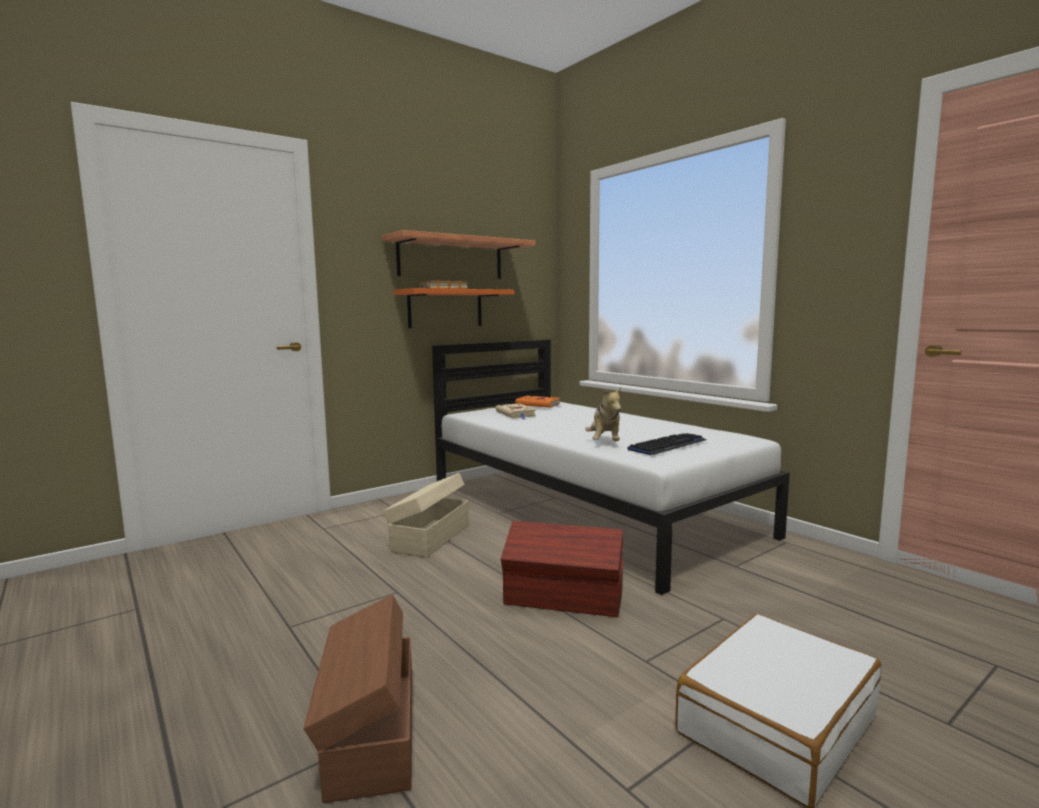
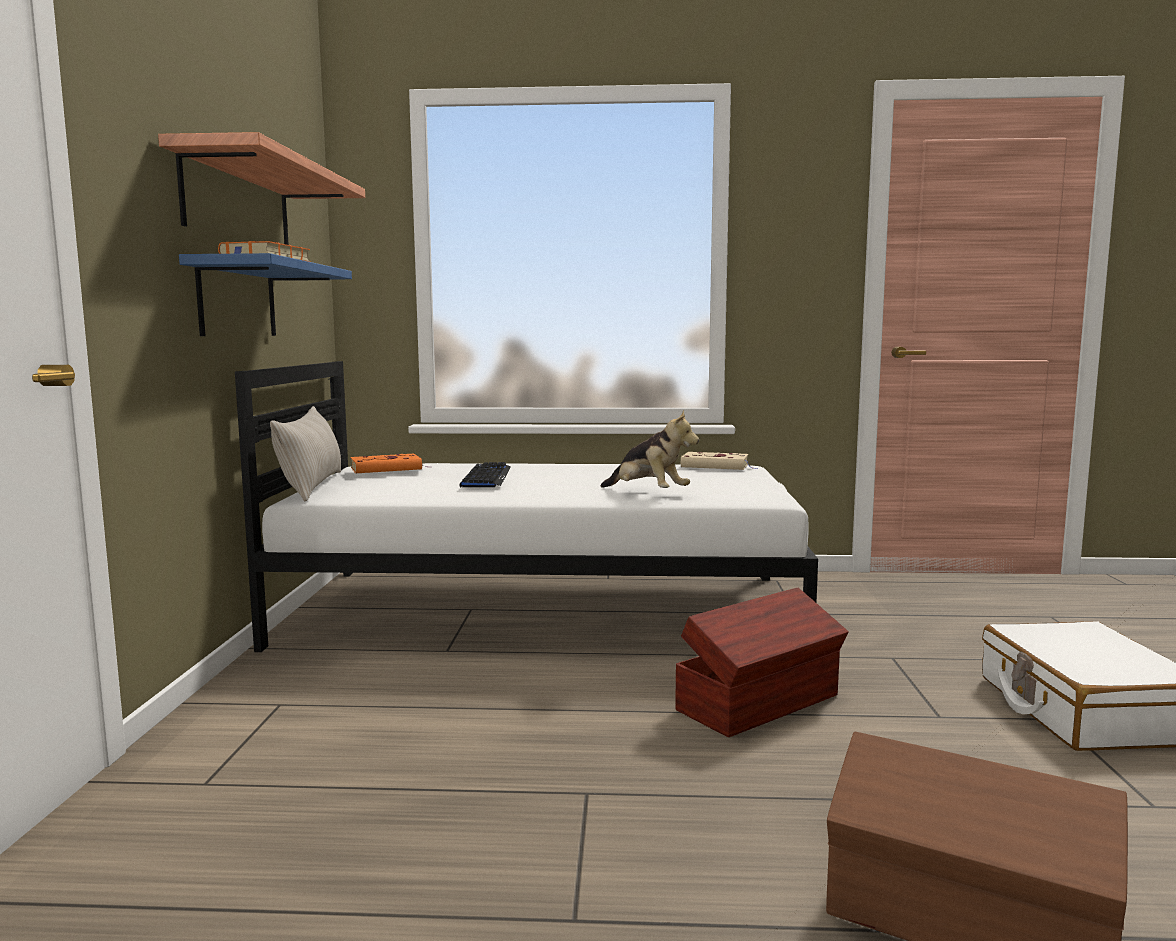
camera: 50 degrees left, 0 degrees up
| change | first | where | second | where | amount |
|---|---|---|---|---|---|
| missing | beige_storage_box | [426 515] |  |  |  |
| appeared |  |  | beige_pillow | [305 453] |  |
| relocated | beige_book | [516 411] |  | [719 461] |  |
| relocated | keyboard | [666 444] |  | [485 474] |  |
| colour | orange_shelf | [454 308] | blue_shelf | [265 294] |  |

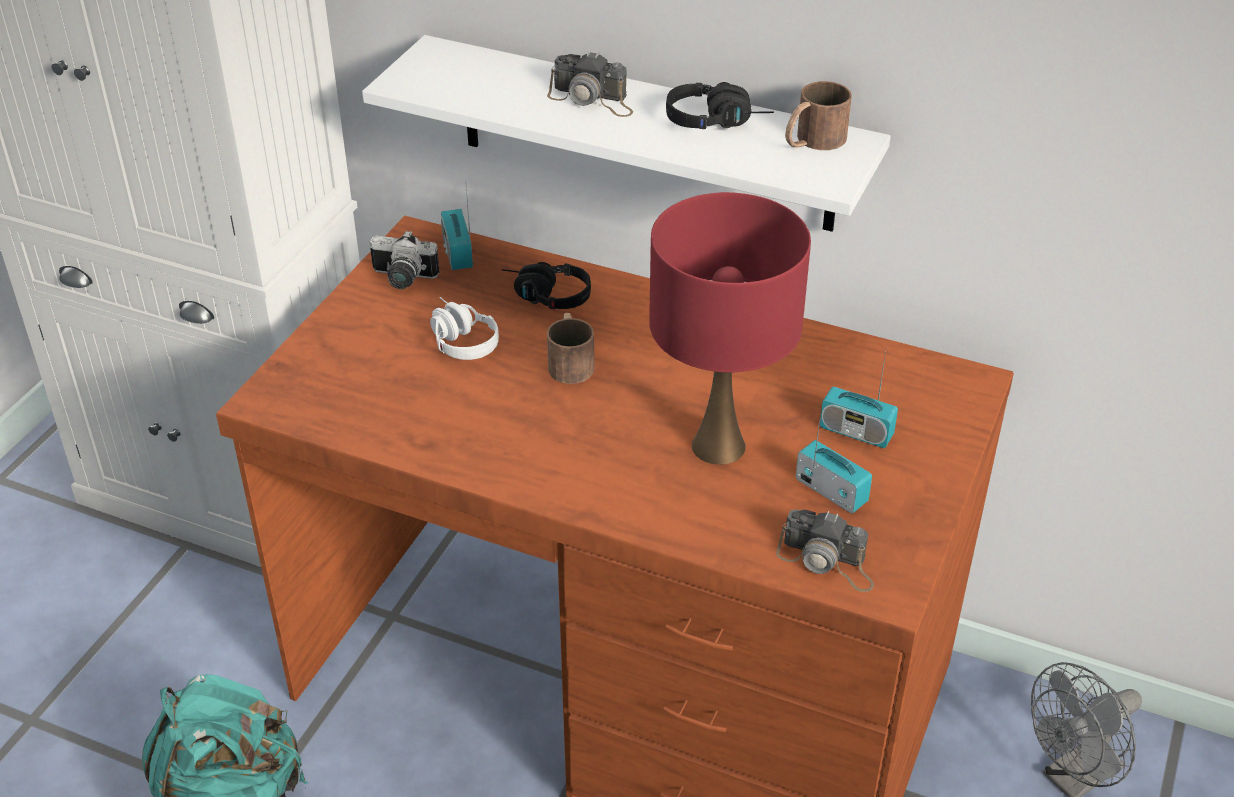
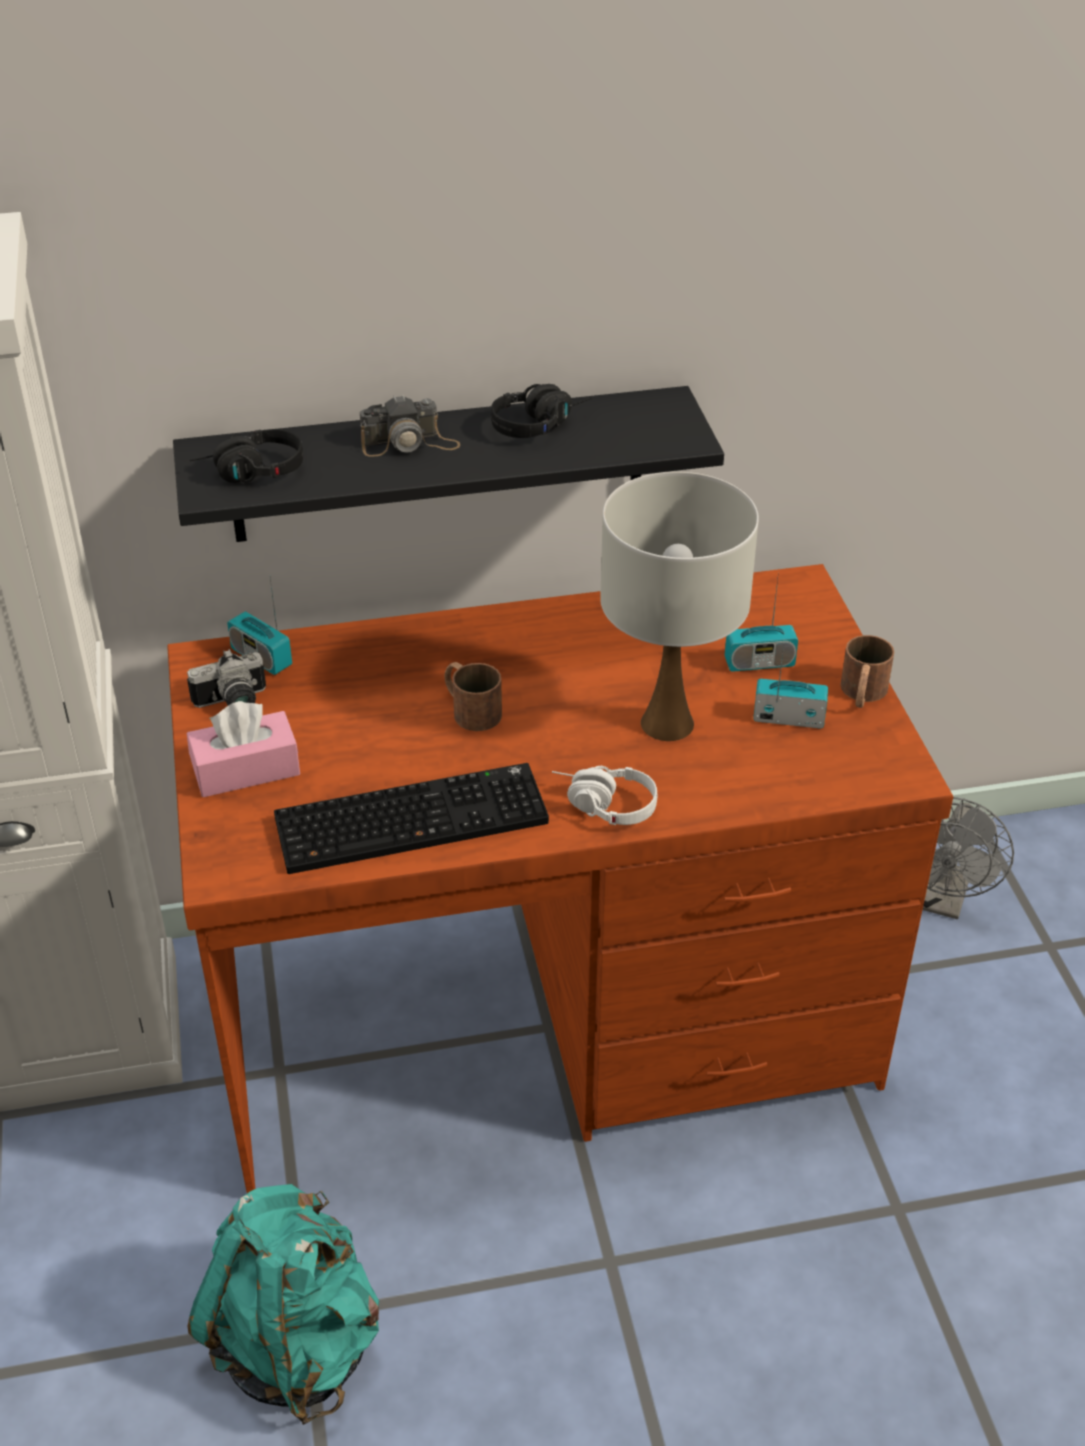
camera: 35 degrees left, 0 degrees up
| change | first | where | second | where | amount |
|---|---|---|---|---|---|
| missing | photo_camera | [825 550] |  |  |  |
| appeared |  |  | pink_tissue_box | [243 749] |  |
| appeared |  |  | keyboard | [411 818] |  |
| relocated | white_headphones | [464 328] |  | [604 795] |  |
| relocated | black_headphones | [546 285] |  | [246 456] |  |
| relocated | brown_mug | [818 115] |  | [867 671] |  |
| colour | white_shelf | [626 133] | black_shelf | [448 464] |  |
| colour | red_table_lamp | [730 328] | white_table_lamp | [679 606] |  |

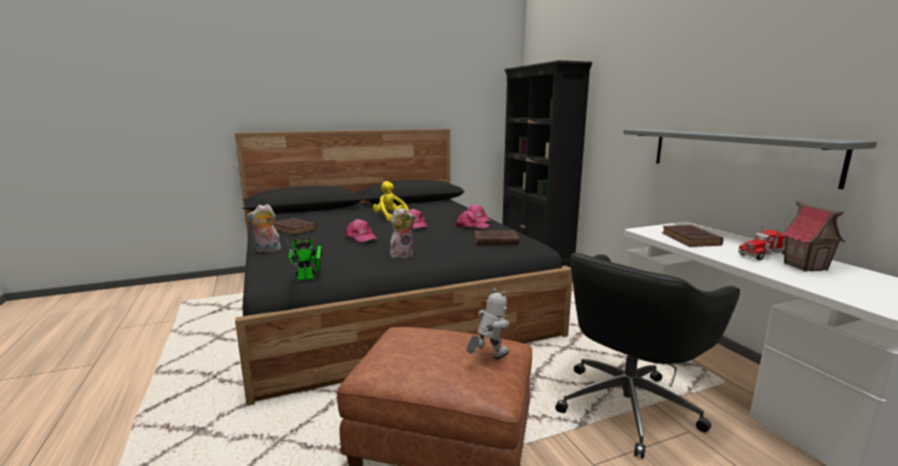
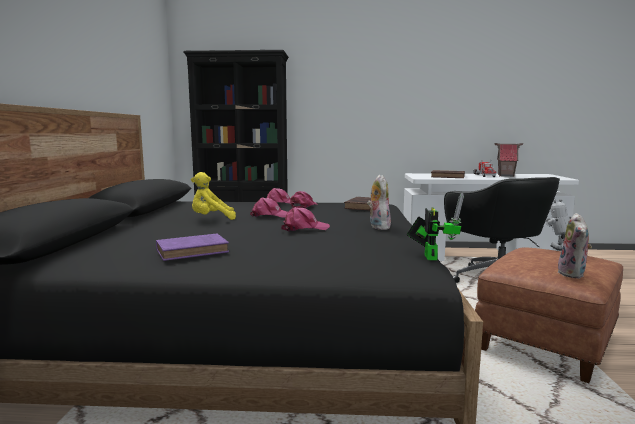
camera: 65 degrees left, 5 degrees down
| change | first | where | second | where | amount |
|---|---|---|---|---|---|
| missing | grey_shelf | [750 159] |  |  |  |
| relocated | plush_toy | [264 228] |  | [575 246] |  |
| colour | brown_book | [295 226] | purple_book | [192 247] |  |

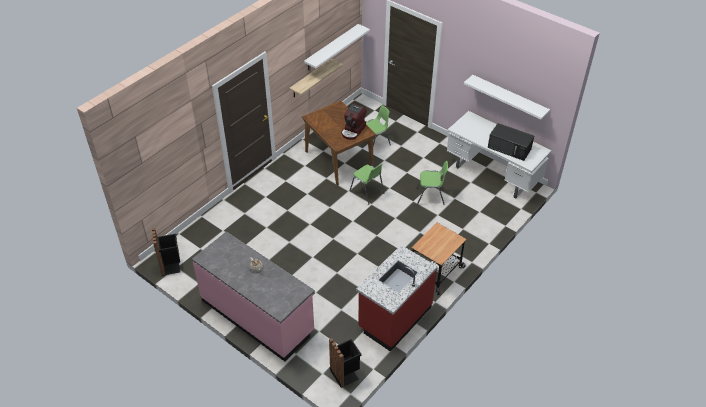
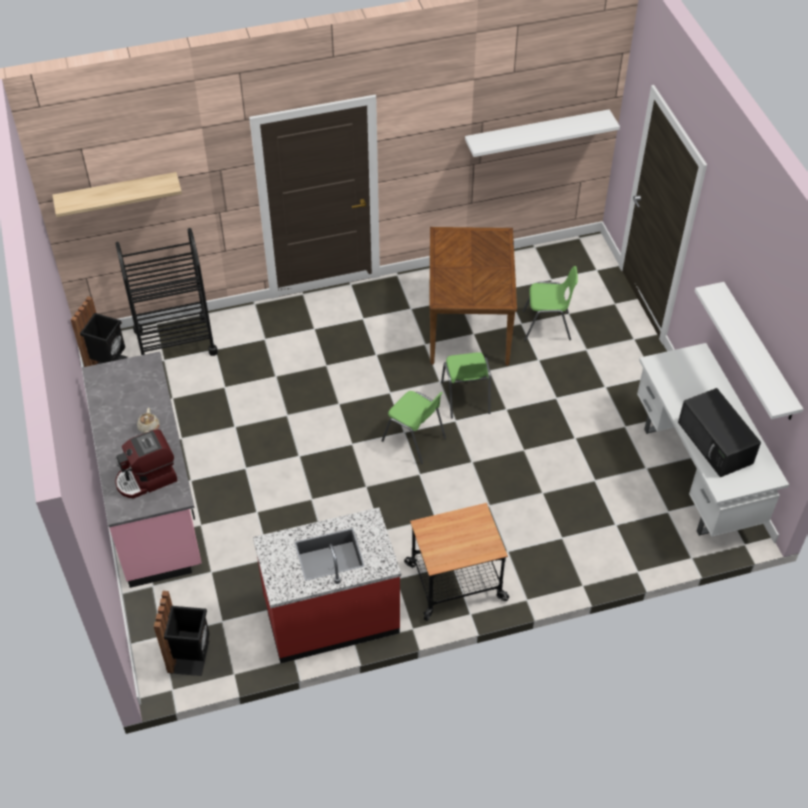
camera: 35 degrees right, 5 degrees up
| change | first | where | second | where | amount |
|---|---|---|---|---|---|
| appeared |  |  | black_cart | [167 292] |  |
| relocated | shelf | [316 78] |  | [117 194] |  |
| relocated | coffee_machine | [354 121] |  | [146 464] |  |
| relocated | green_chair | [432 183] |  | [413 427] |  |

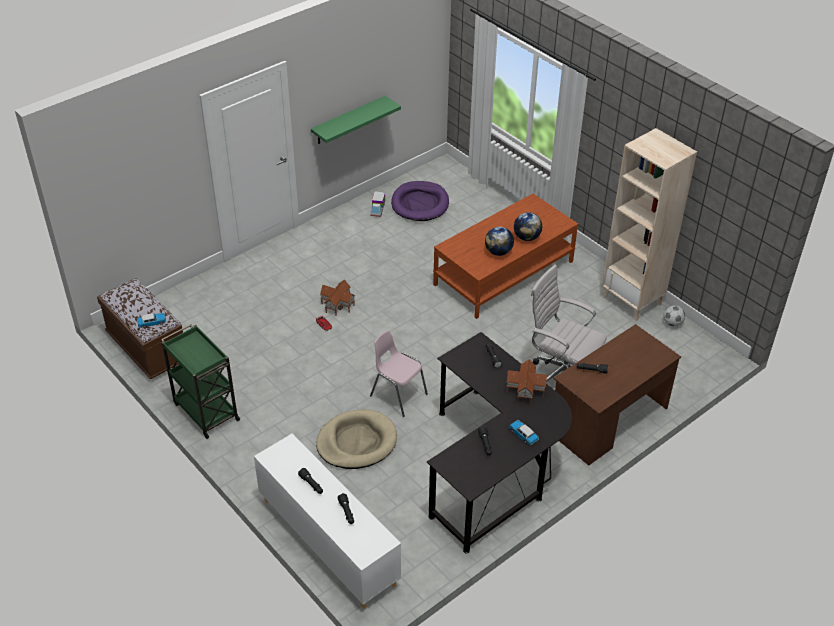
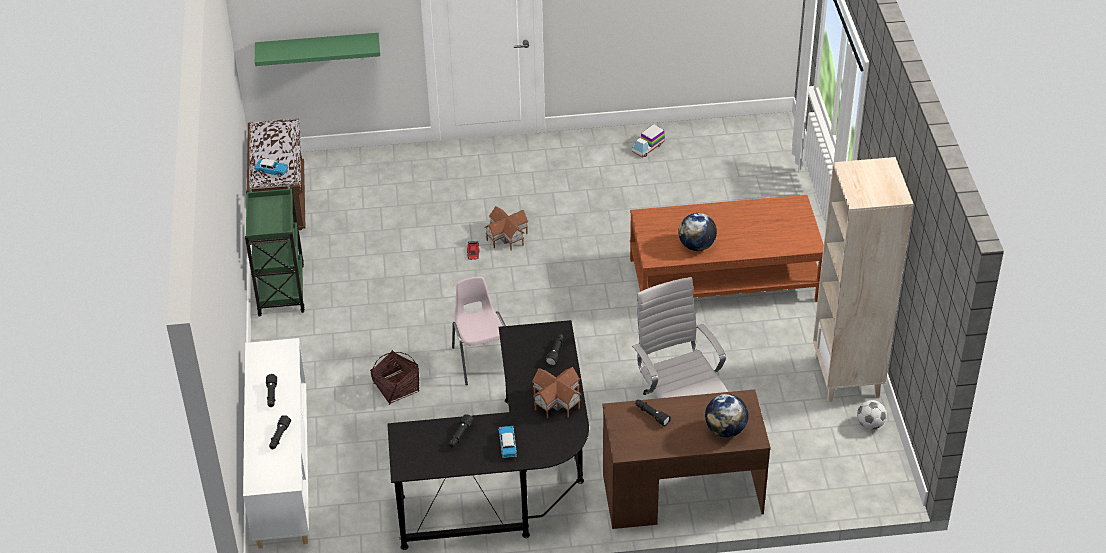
camera: 35 degrees right, 0 degrees up
| change | first | where | second | where | amount |
|---|---|---|---|---|---|
| missing | purple_dog_bed | [420 201] |  |  |  |
| relocated | green_shelf | [356 120] |  | [317 49] |  |
| relocated | globe | [528 226] |  | [727 415] |  |
| exchanged | beige_dog_bed | [356 439] | basket | [394 377] |  |

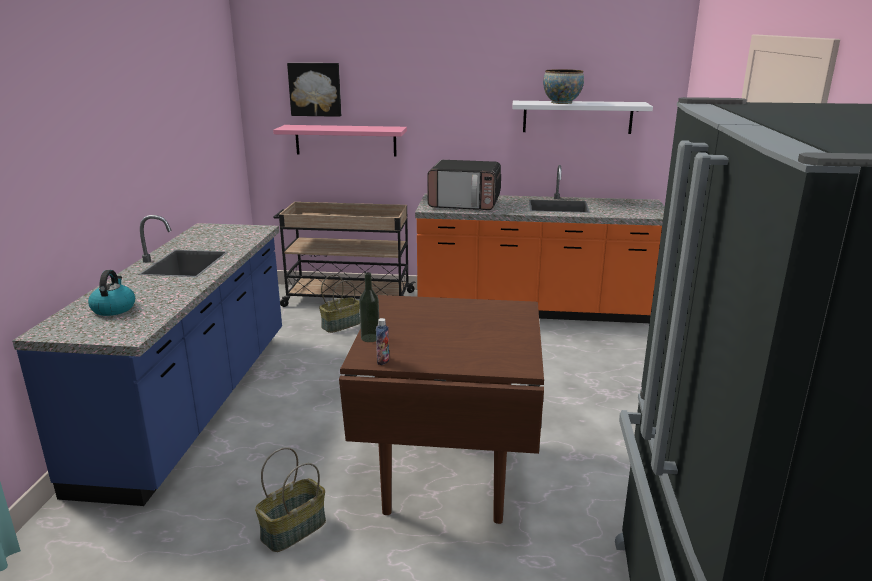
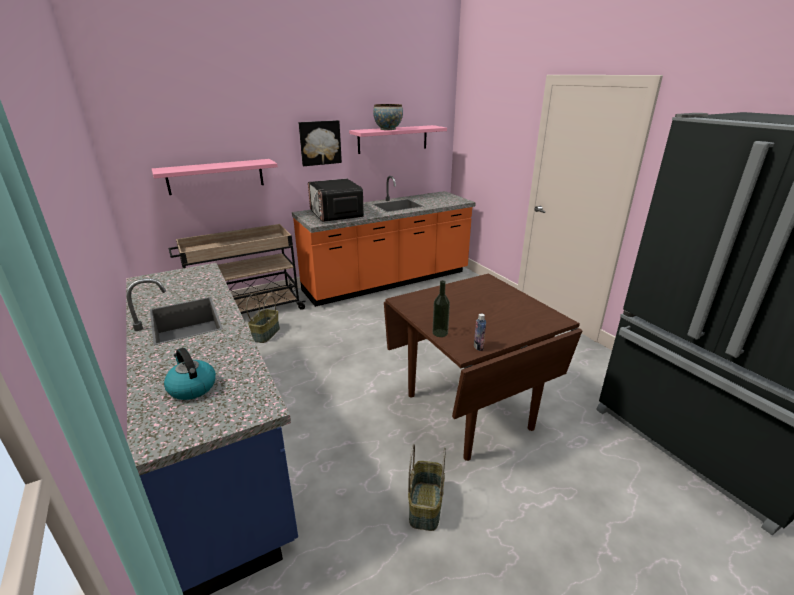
camera: 35 degrees left, 5 degrees up
| change | first | where | second | where | amount |
|---|---|---|---|---|---|
| relocated | picture | [314 90] |  | [320 143] |  |
| colour | white_shelf | [582 117] | pink_shelf | [398 139] |  |
| spun | microwave | [464 185] |  | [336 200] | 90 degrees clockwise |

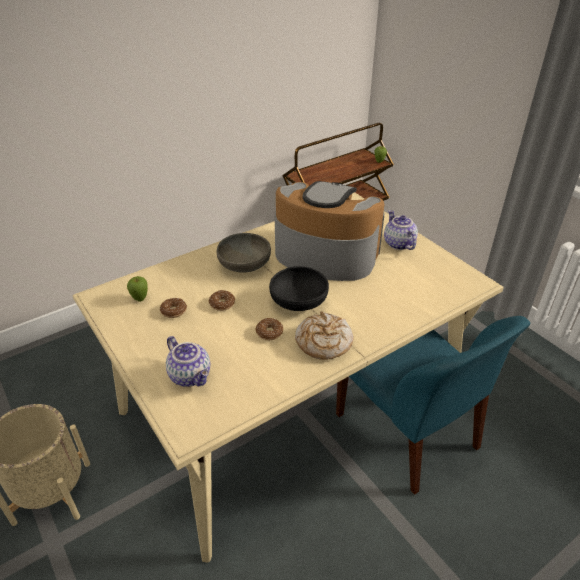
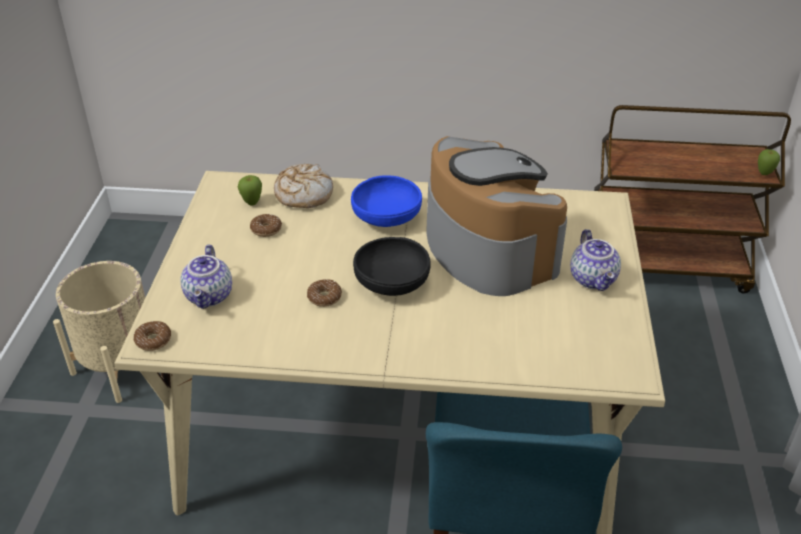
camera: 40 degrees right, 0 degrees up
| change | first | where | second | where | amount |
|---|---|---|---|---|---|
| relocated | donut | [222 300] |  | [152 336] |  |
| relocated | bread | [324 335] |  | [303 186] |  |
| colour | grey_bowl | [244 253] | blue_bowl | [386 201] |  |
| spun | teapot | [401 230] |  | [595 260] | 150 degrees clockwise |

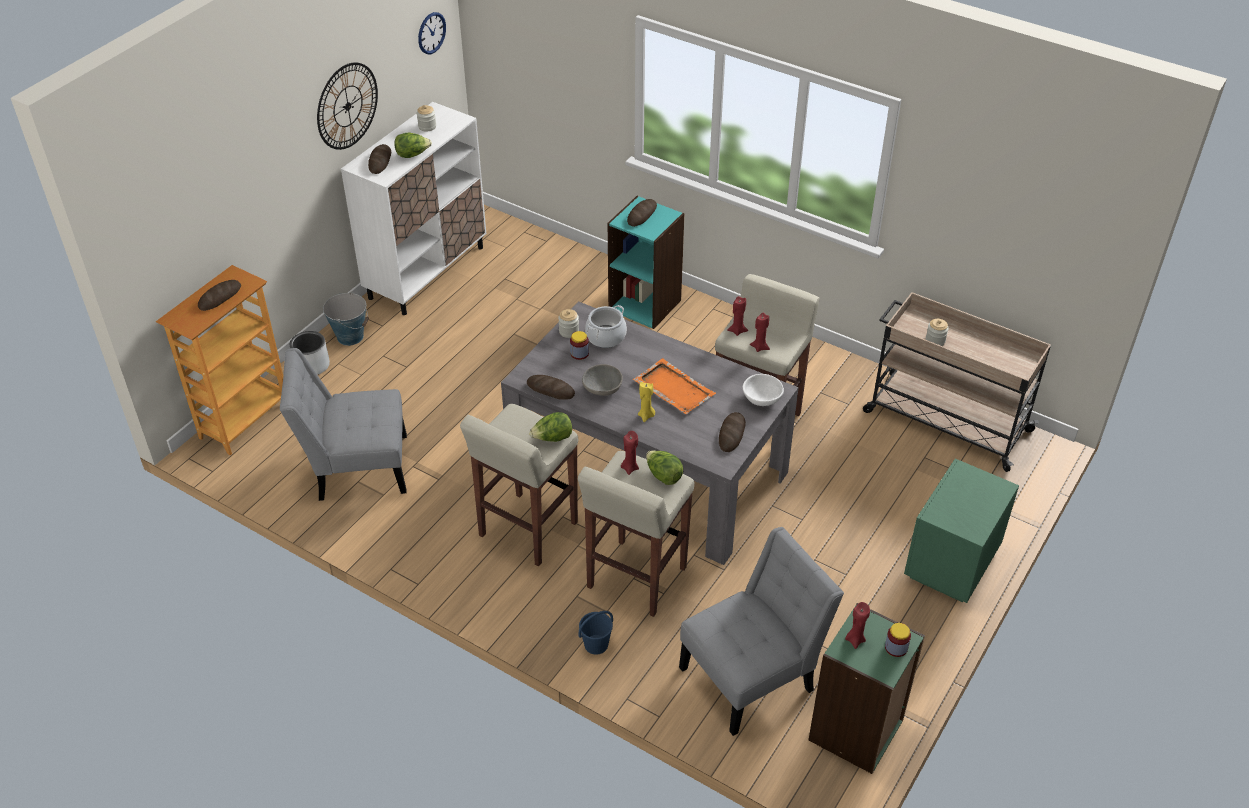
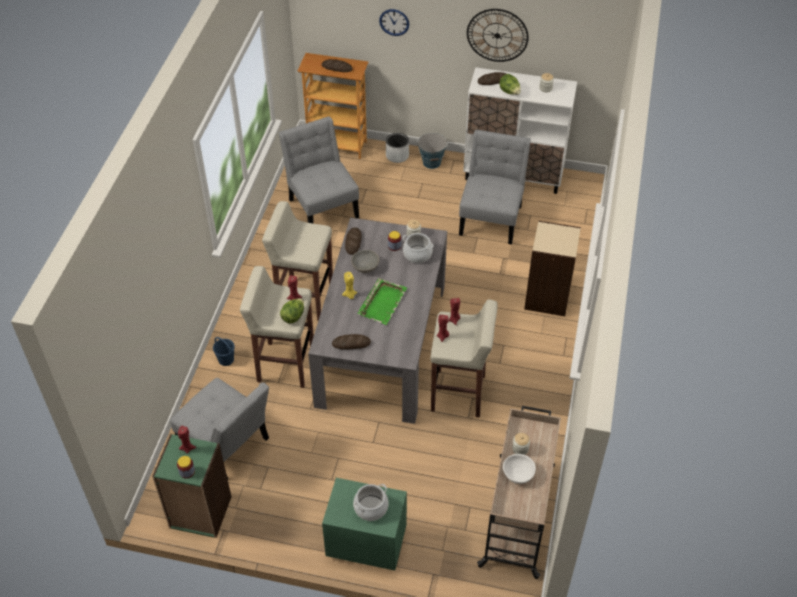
camera: 70 degrees right, 5 degrees up
| change | first | where | second | where | amount |
|---|---|---|---|---|---|
| missing | lettuce | [550 427] |  |  |  |
| missing | bread | [642 213] |  |  |  |
| appeared |  |  | cooking_pot | [370 502] |  |
| appeared |  |  | grey_chair | [495 187] |  |
| relocated | wall_clock | [432 33] |  | [394 22] |  |
| relocated | white_bowl | [763 390] |  | [519 469] |  |
| colour | turquoise_bookcase | [646 262] | beige_bookcase | [552 268] |  |
| colour | orange_tray | [674 386] | green_tray | [382 301] |  |

